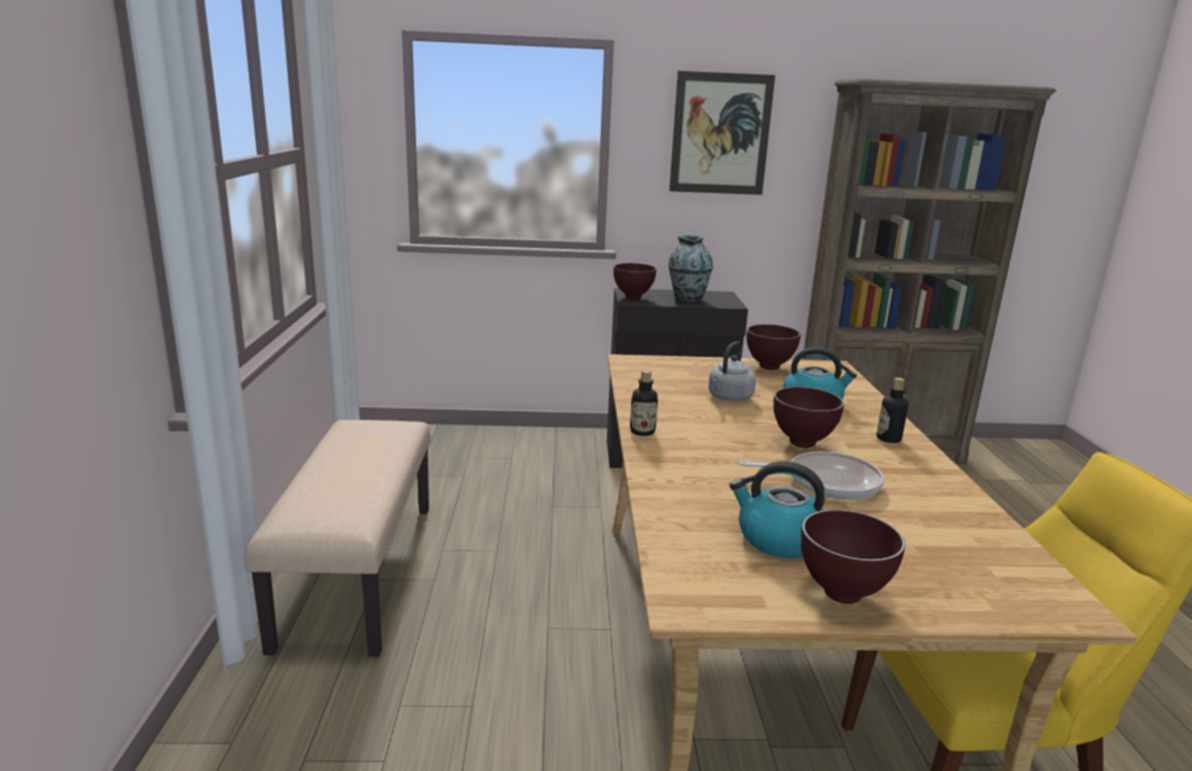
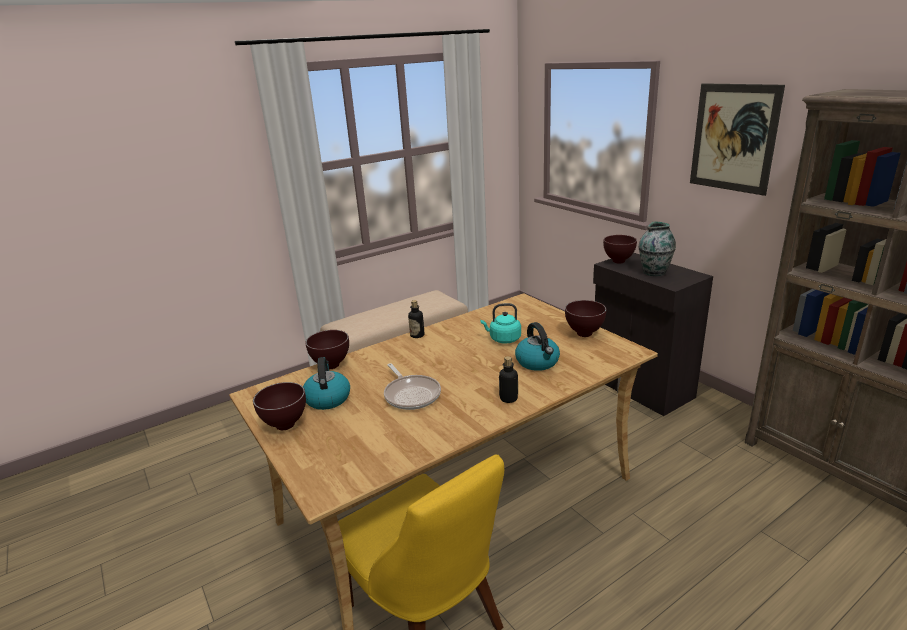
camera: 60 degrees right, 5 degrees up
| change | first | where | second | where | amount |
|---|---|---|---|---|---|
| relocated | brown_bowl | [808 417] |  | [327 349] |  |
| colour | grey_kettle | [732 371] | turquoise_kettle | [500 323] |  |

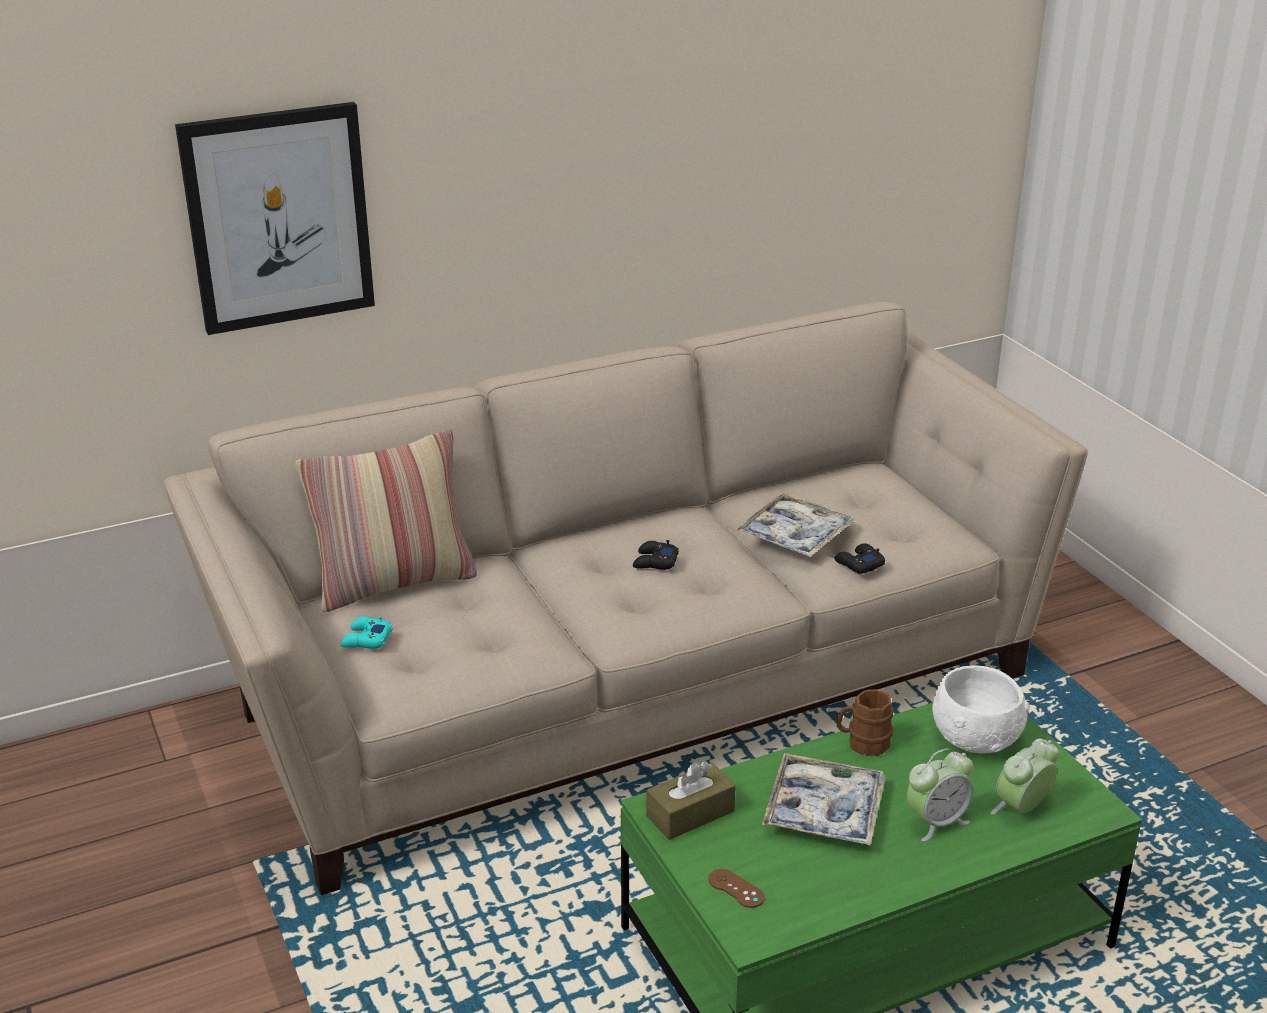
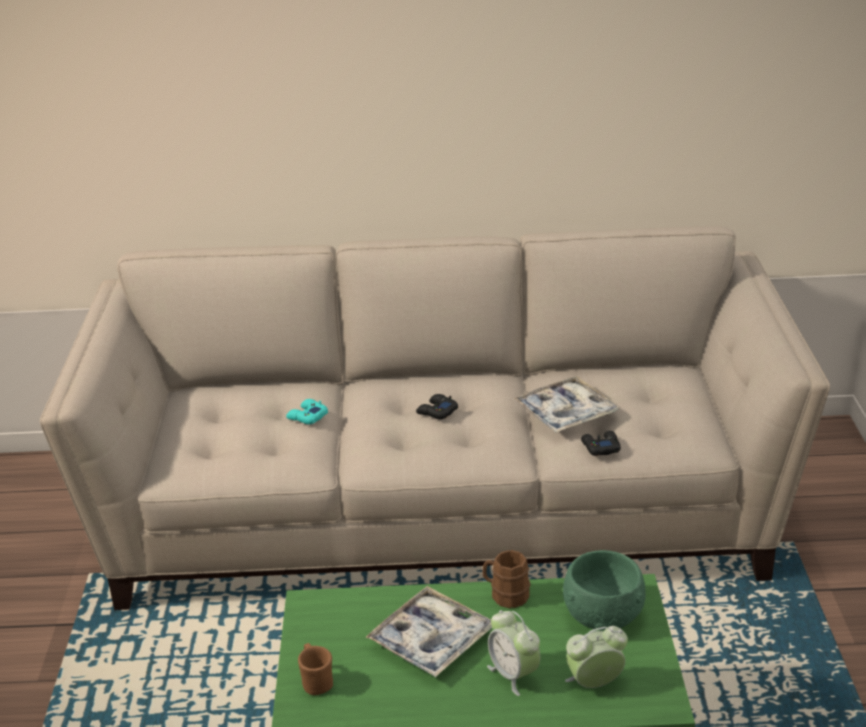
camera: 25 degrees right, 0 degrees up
| change | first | where | second | where | amount |
|---|---|---|---|---|---|
| missing | picture | [275 218] |  |  |  |
| missing | pillow | [386 520] |  |  |  |
| missing | brown_tissue_box | [691 800] |  |  |  |
| relocated | turquoise_game_controller | [366 632] |  | [307 412] |  |
| exchanged | brown_game_controller | [736 888] | brown_mug | [315 669] |  |
| colour | white_bowl | [981 709] | green_bowl | [604 590] |  |
| spun | alarm_clock | [940 795] |  | [513 653] | 60 degrees clockwise |

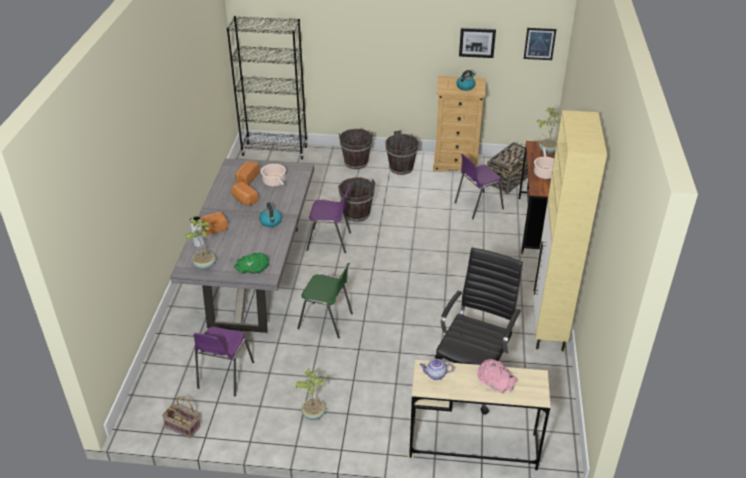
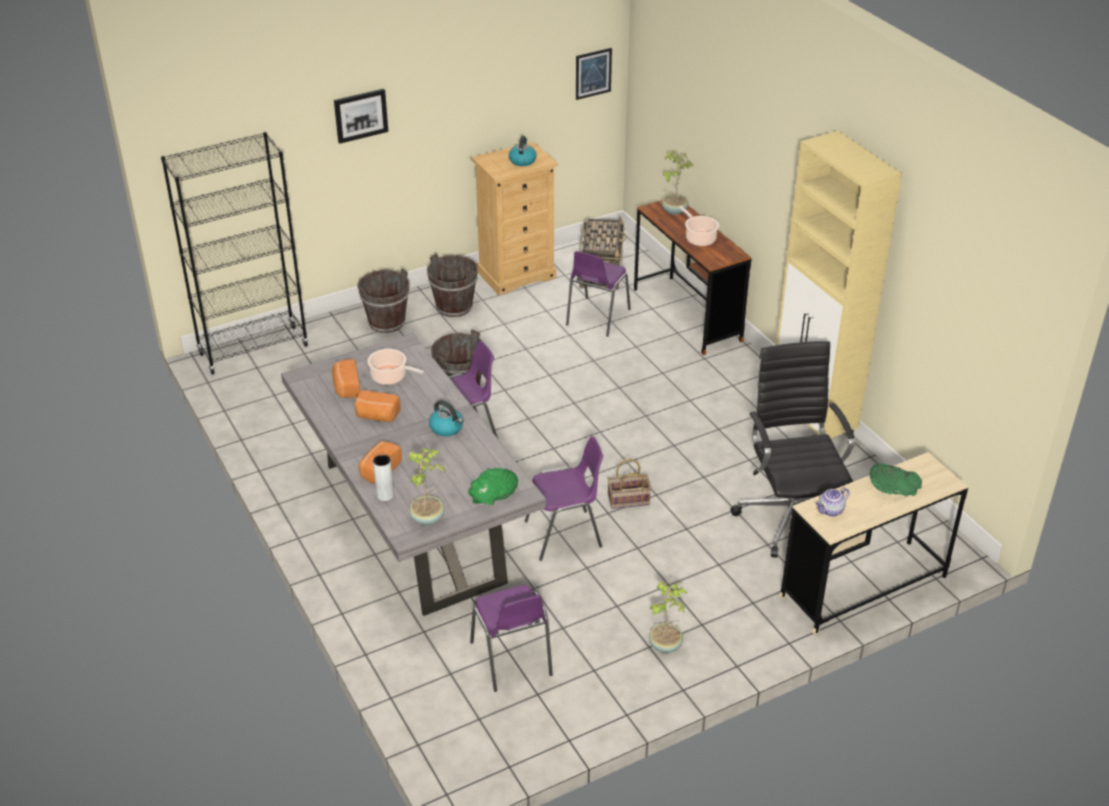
camera: 35 degrees left, 0 degrees up
| change | first | where | second | where | amount |
|---|---|---|---|---|---|
| relocated | basket | [181 417] |  | [629 484] |  |
| relocated | picture | [477 43] |  | [361 116] |  |
| colour | green_chair | [325 301] | purple_chair | [564 498] |  |
| colour | pink_bowl | [497 376] | green_bowl | [895 480] |  |

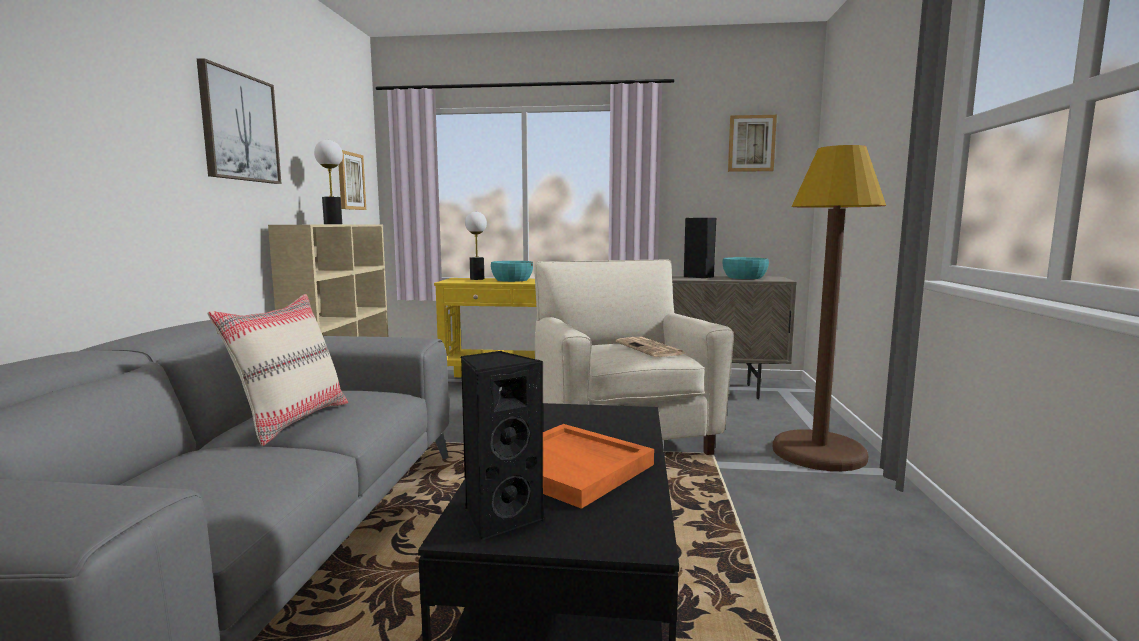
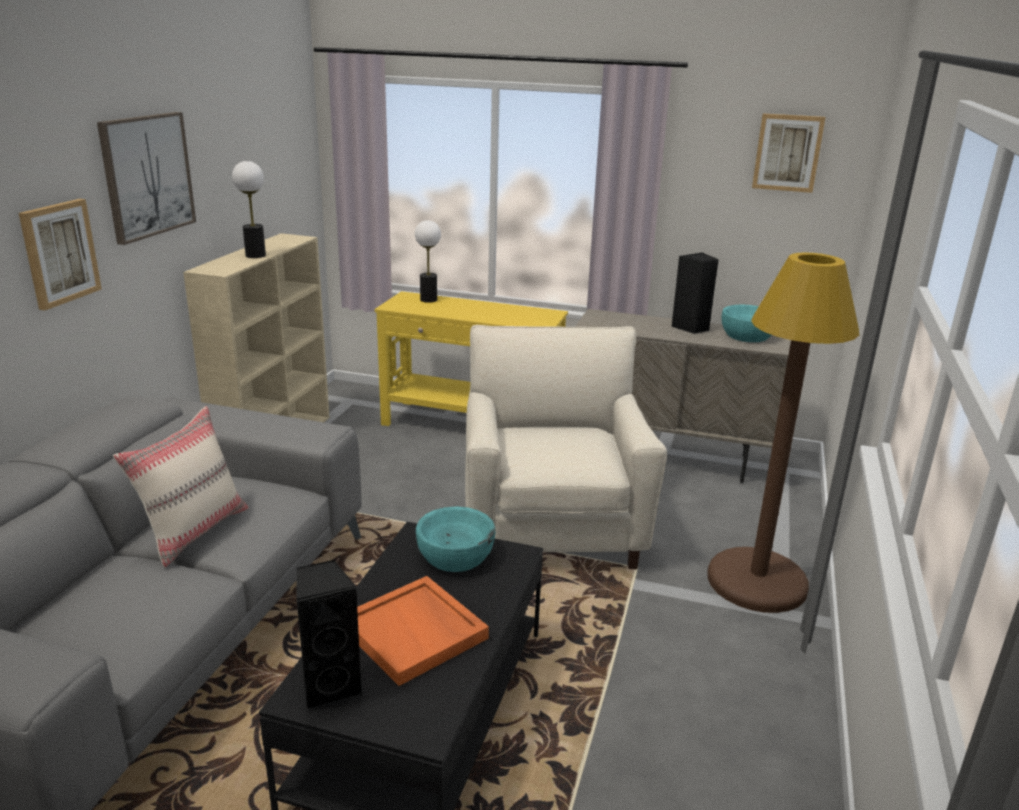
camera: 10 degrees right, 15 degrees up
| change | first | where | second | where | amount |
|---|---|---|---|---|---|
| missing | newspaper | [650 347] |  |  |  |
| relocated | picture | [352 180] |  | [60 254] |  |
| relocated | turquoise_bowl | [512 271] |  | [455 539] |  |

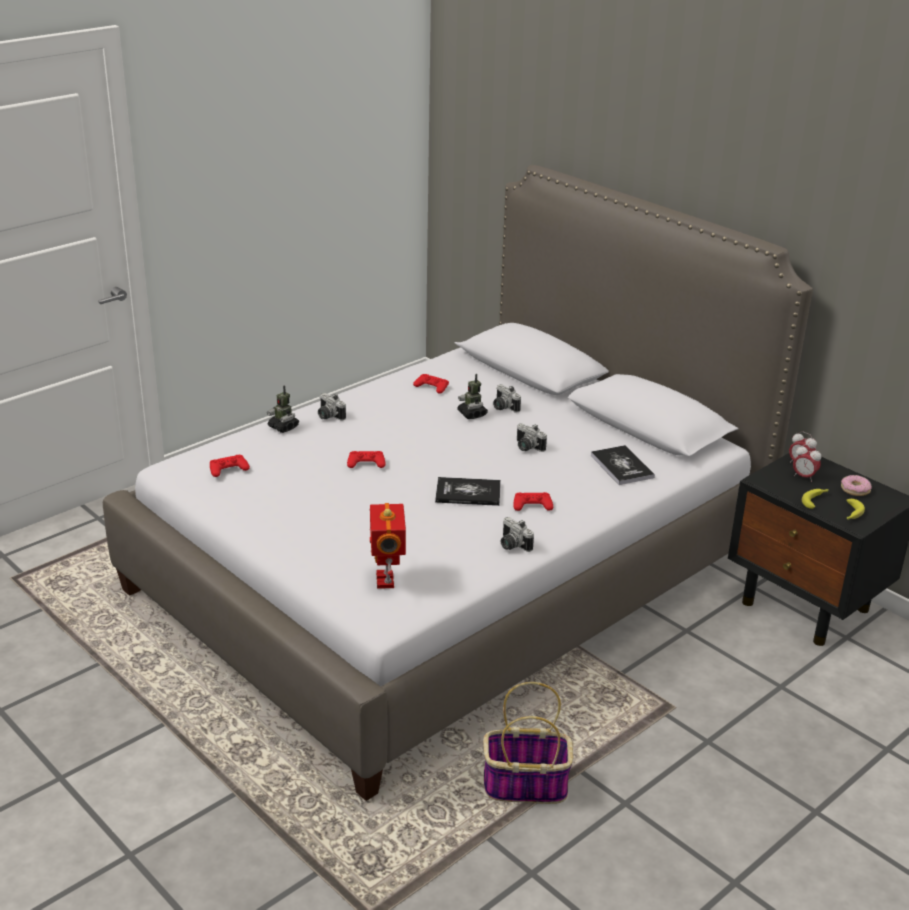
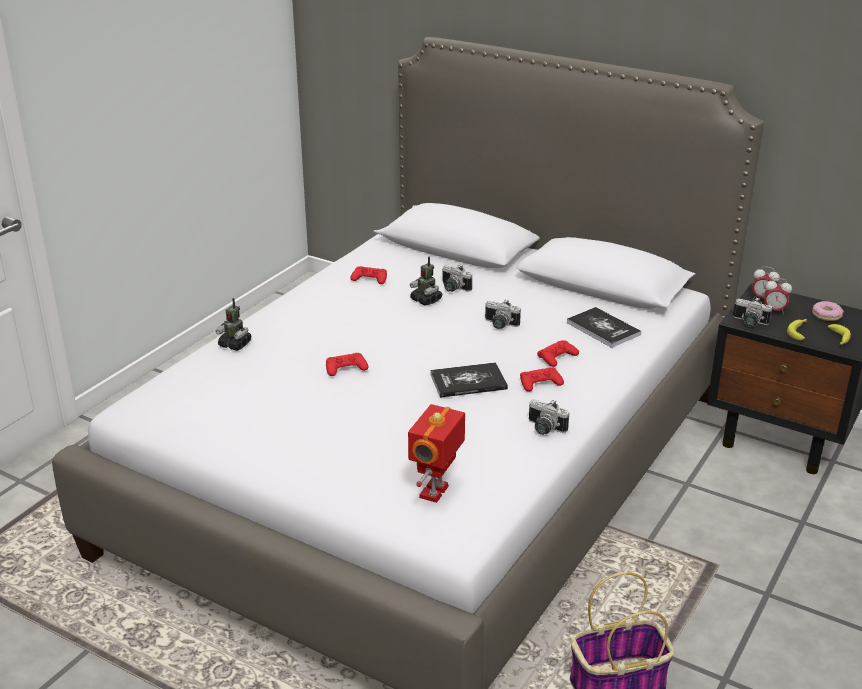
camera: 15 degrees left, 0 degrees up
| change | first | where | second | where | amount |
|---|---|---|---|---|---|
| relocated | red_game_controller | [230 466] |  | [558 353] |  |
| relocated | photo_camera | [332 407] |  | [752 312] |  |
| spun | toy_robot | [388 546] |  | [436 453] | 45 degrees clockwise |

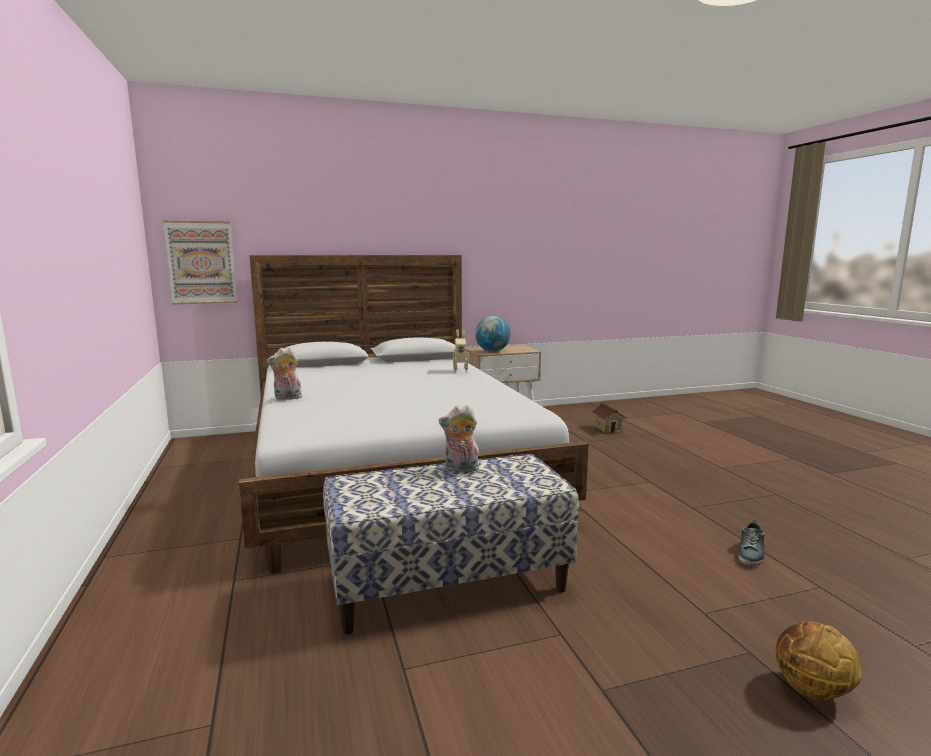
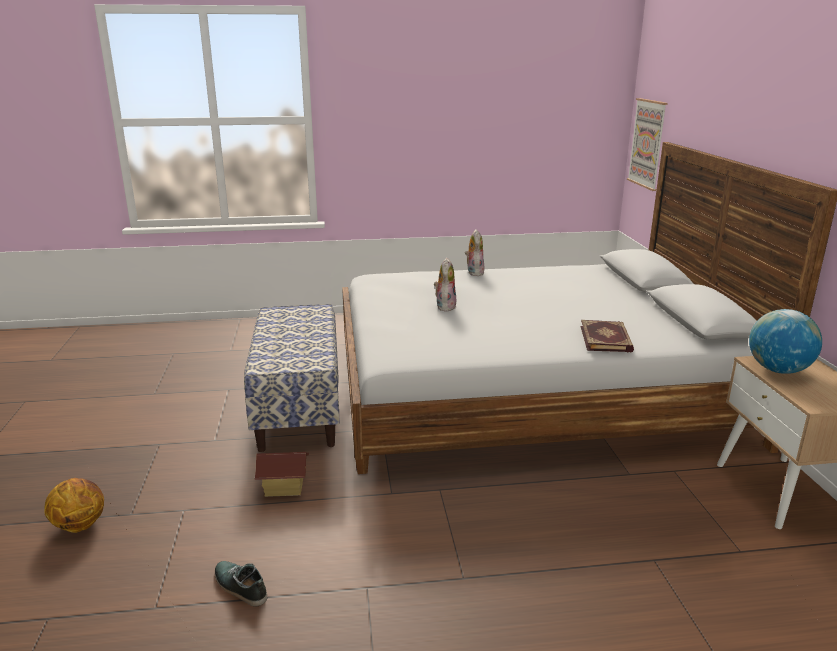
camera: 100 degrees right, 10 degrees up
| change | first | where | second | where | amount |
|---|---|---|---|---|---|
| relocated | plush_toy | [459 438] |  | [445 284] |  |
| relocated | toy_house | [609 418] |  | [281 474] |  |
| exchanged | toy_robot | [461 350] | book | [607 336] |  |

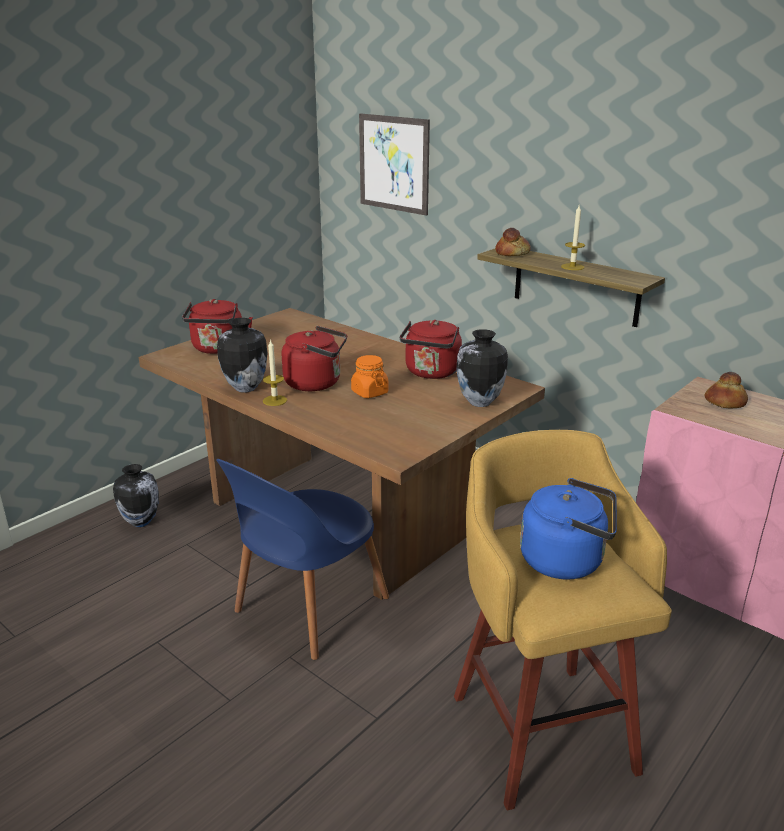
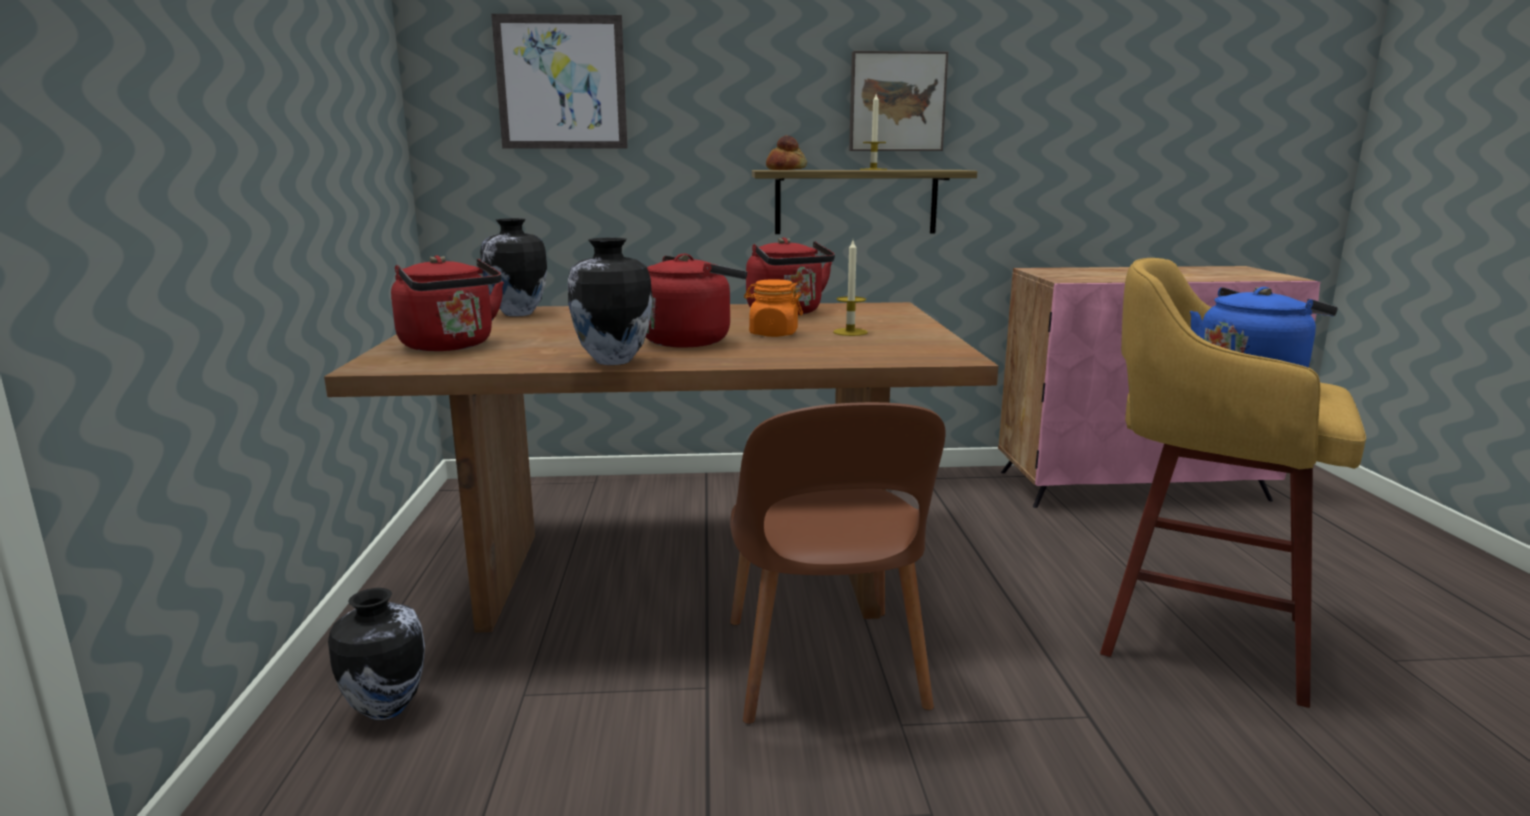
camera: 45 degrees left, 10 degrees down
| change | first | where | second | where | amount |
|---|---|---|---|---|---|
| missing | bread | [726 390] |  |  |  |
| appeared |  |  | picture | [898 101] |  |
| relocated | candle | [275 372] |  | [850 288] |  |
| relocated | vase | [482 368] |  | [513 267] |  |
| colour | blue_chair | [302 559] | brown_chair | [838 563] |  |

